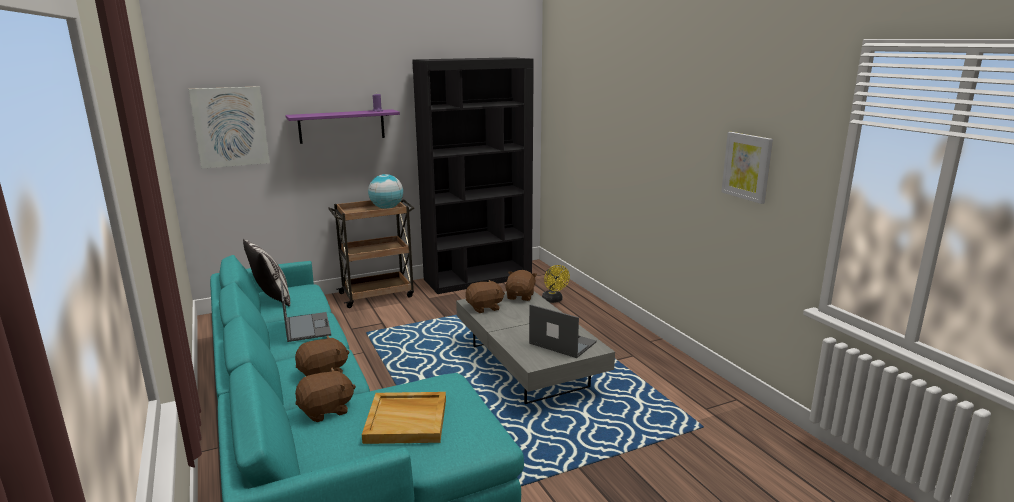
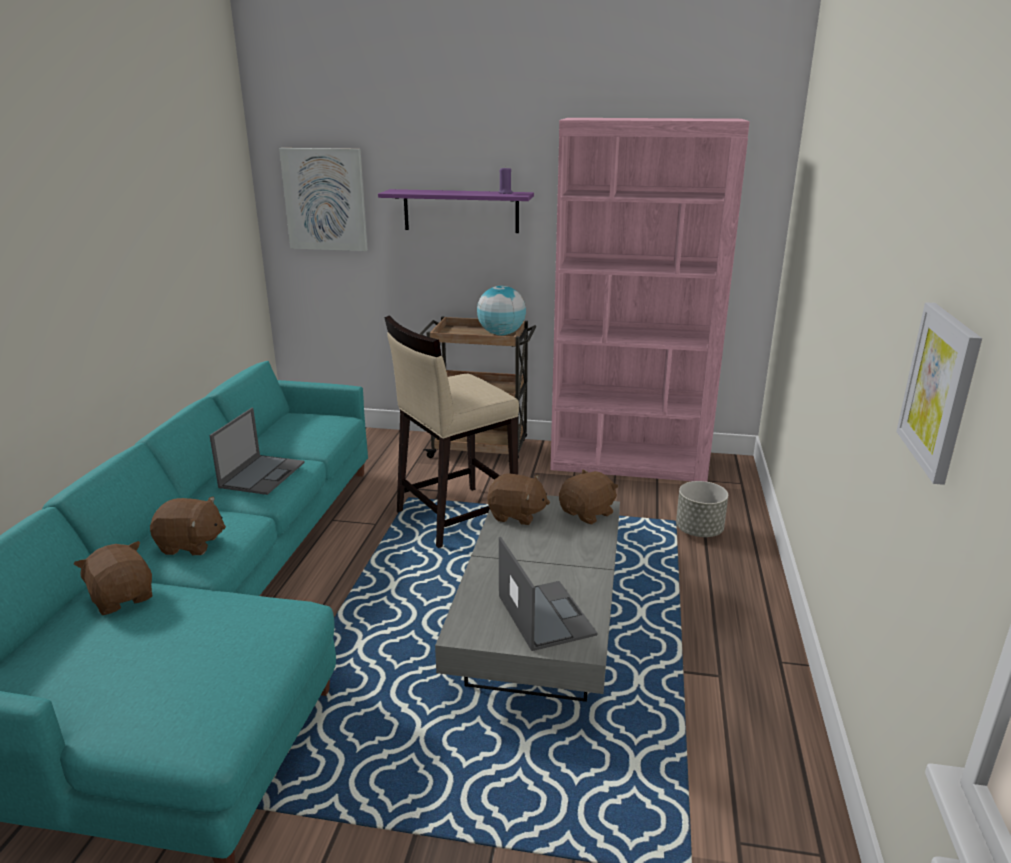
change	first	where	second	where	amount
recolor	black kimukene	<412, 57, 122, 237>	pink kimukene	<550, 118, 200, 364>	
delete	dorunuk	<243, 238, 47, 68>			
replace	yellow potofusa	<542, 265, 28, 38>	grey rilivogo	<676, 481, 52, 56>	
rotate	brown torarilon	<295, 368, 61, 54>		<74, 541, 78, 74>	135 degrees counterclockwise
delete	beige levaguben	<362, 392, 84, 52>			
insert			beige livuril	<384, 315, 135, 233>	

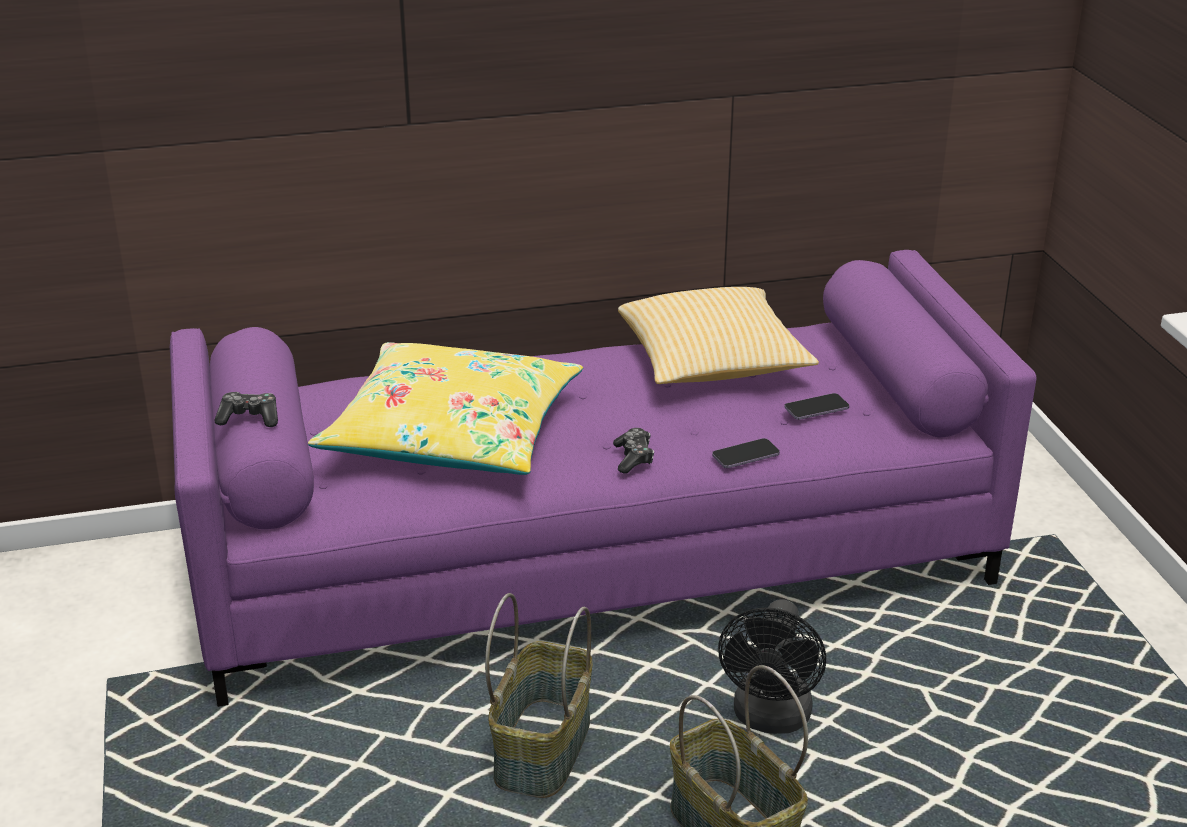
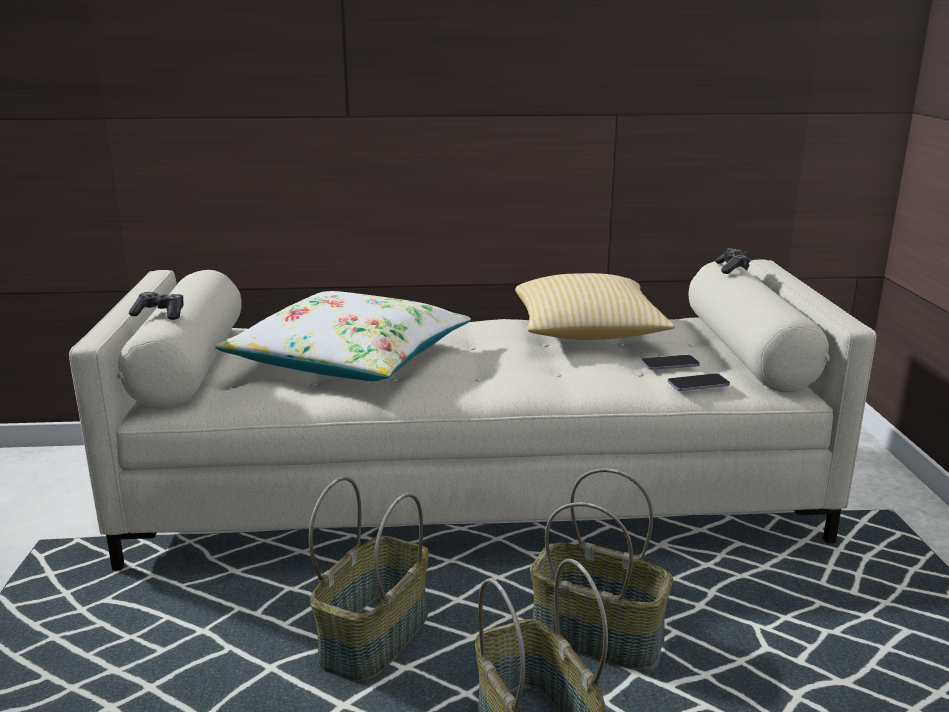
change	first	where	second	where	amount
recolor	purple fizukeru	<170, 250, 866, 457>	beige fizukeru	<69, 259, 808, 311>	
recolor	yellow dorunuk	<308, 342, 275, 133>	white dorunuk	<215, 291, 256, 90>	
move	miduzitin	<613, 428, 41, 46>		<715, 248, 36, 26>	
move	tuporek	<712, 438, 68, 30>		<668, 373, 62, 18>	
replace	black potofusa	<718, 599, 108, 135>	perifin	<530, 468, 143, 202>	

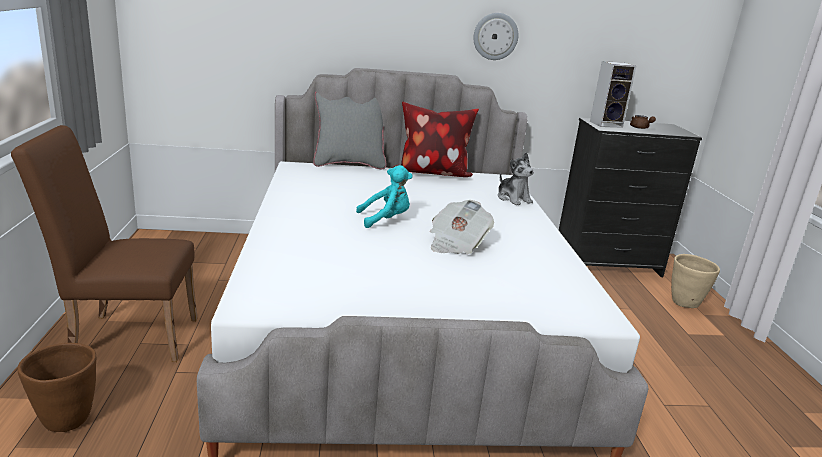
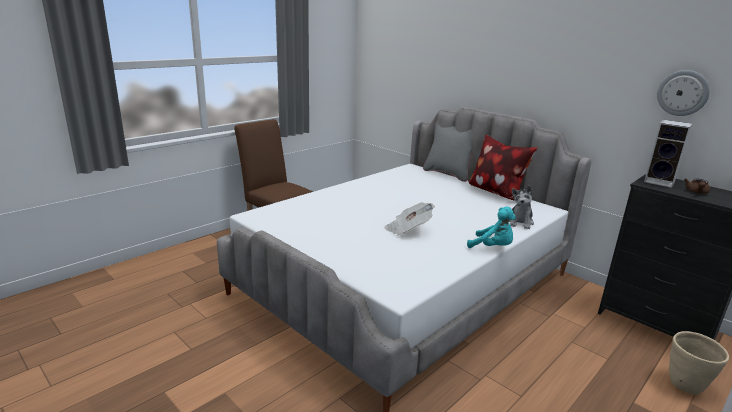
change	first	where	second	where	amount
move	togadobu	<473, 13, 45, 47>		<657, 70, 53, 46>	
move	turquoise torarilon	<356, 165, 56, 63>		<467, 207, 49, 41>	
delete	brown rilivogo	<18, 343, 78, 89>			

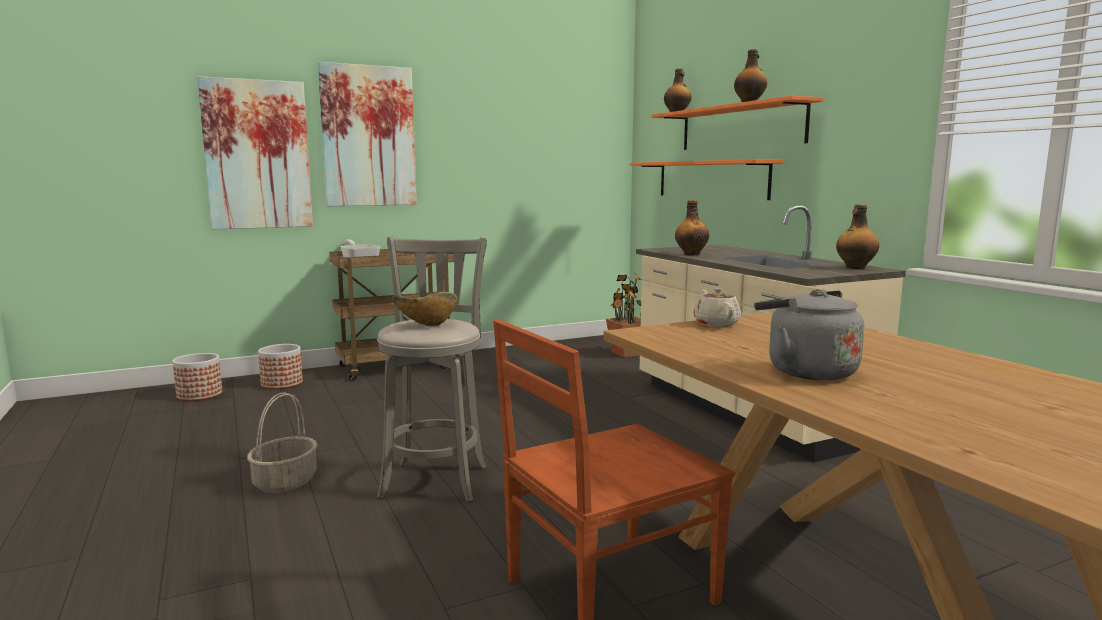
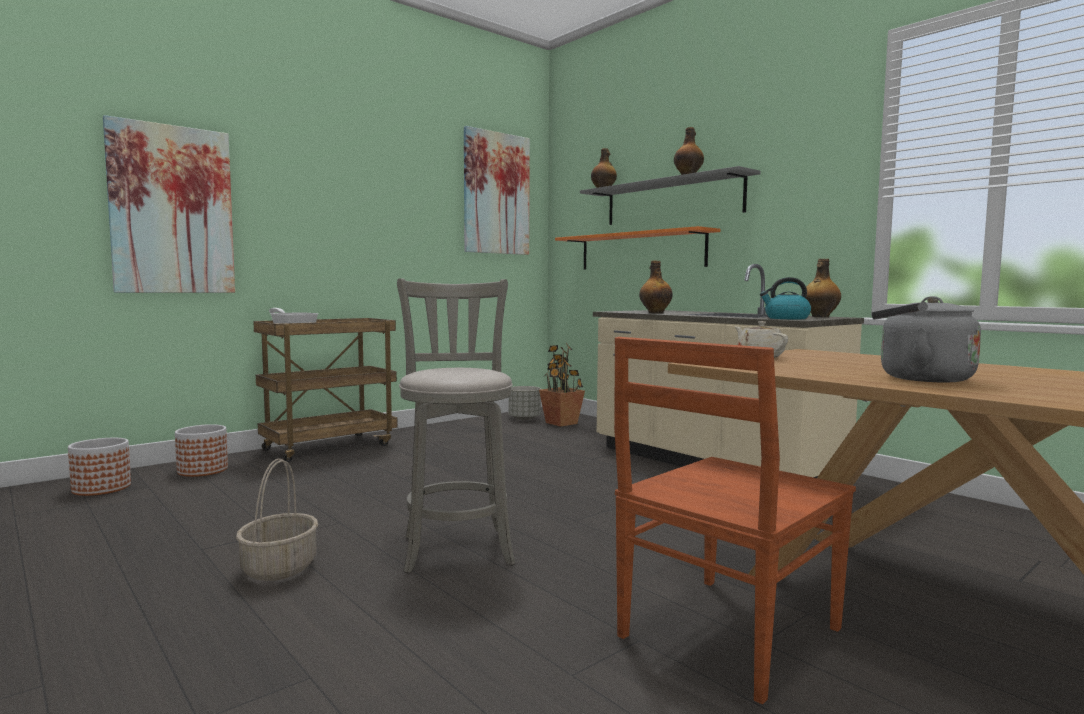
change	first	where	second	where	amount
move	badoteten	<318, 62, 99, 144>		<464, 126, 66, 129>	
recolor	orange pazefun	<651, 95, 172, 55>	grey pazefun	<580, 166, 181, 59>	
delete	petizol	<392, 292, 65, 34>			
insert			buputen	<760, 277, 51, 42>	
insert			grey rilivogo	<508, 386, 33, 34>	

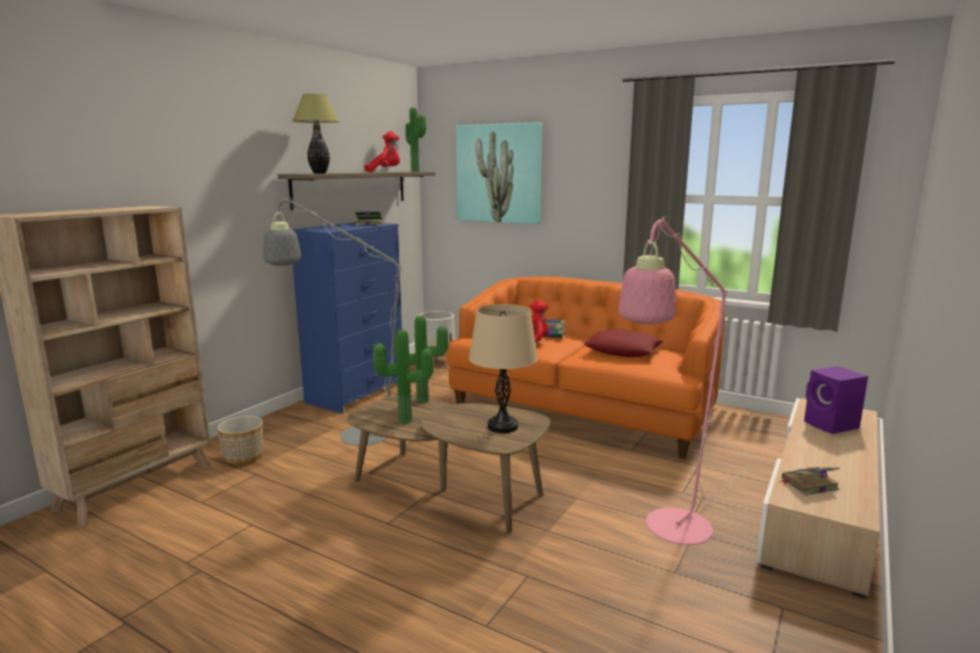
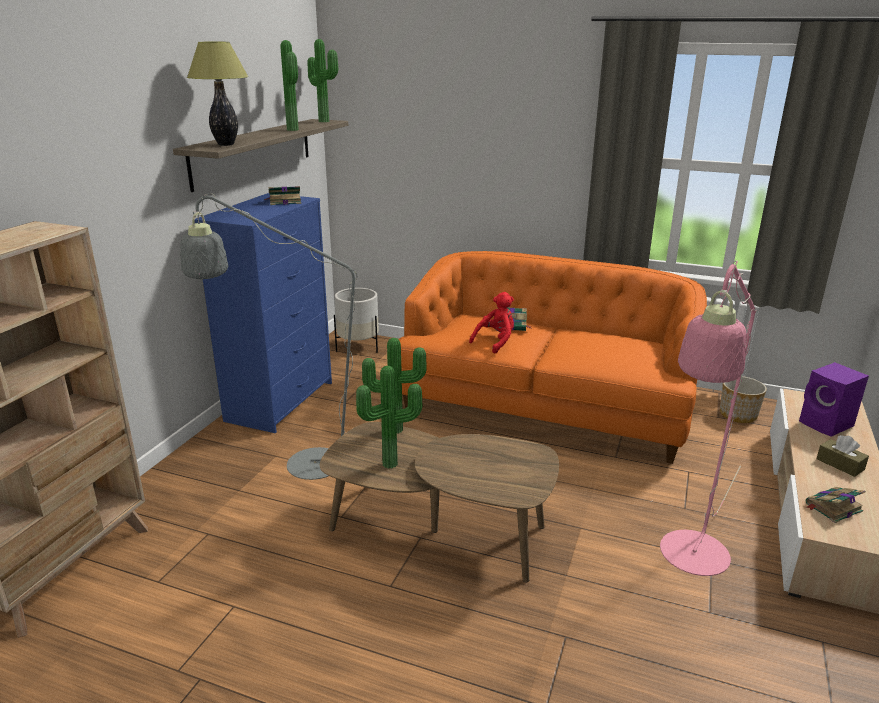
change	first	where	second	where	amount
delete	badoteten	<456, 122, 86, 102>			
replace	red torarilon	<364, 131, 36, 42>	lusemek	<280, 40, 19, 91>	
delete	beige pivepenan	<469, 304, 69, 129>			
delete	red dorunuk	<584, 329, 80, 28>			
move	rilivogo	<217, 416, 46, 49>		<720, 376, 47, 47>	
insert			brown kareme	<816, 435, 53, 42>	

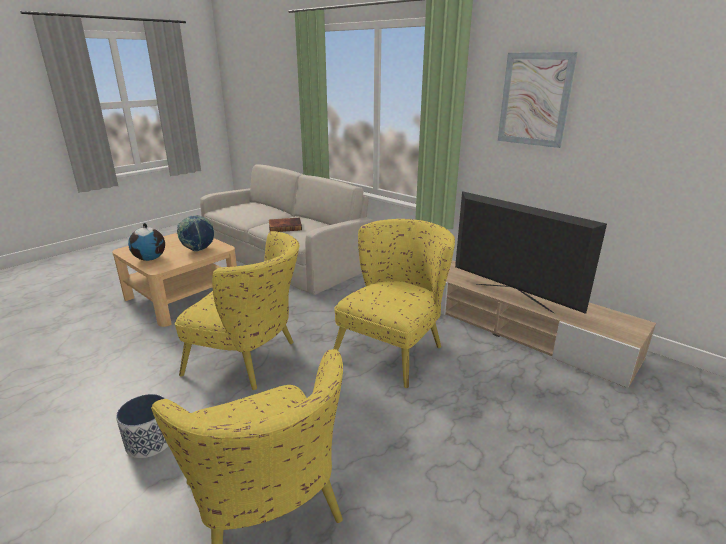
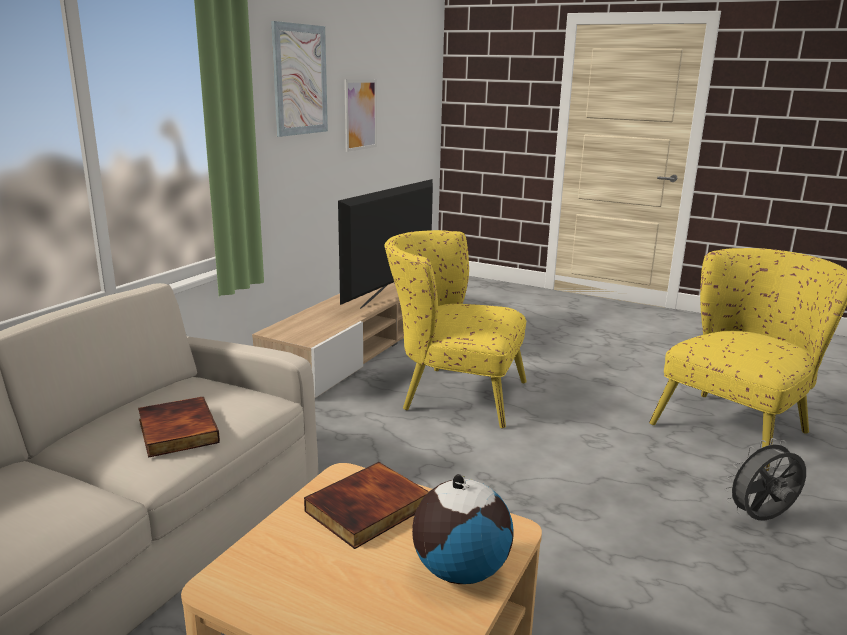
change	first	where	second	where	amount
replace	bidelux	<177, 215, 37, 36>	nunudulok	<304, 462, 125, 87>	
delete	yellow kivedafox	<175, 231, 124, 159>			
replace	rilivogo	<116, 394, 52, 64>	grey potofusa	<725, 438, 81, 83>	
insert			badoteten	<344, 79, 33, 73>	

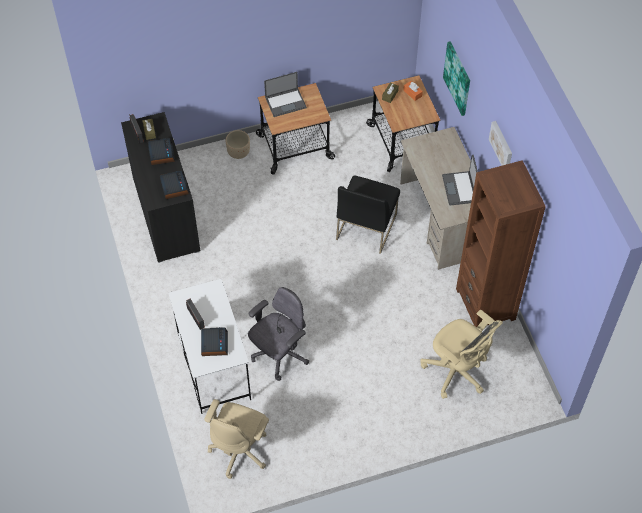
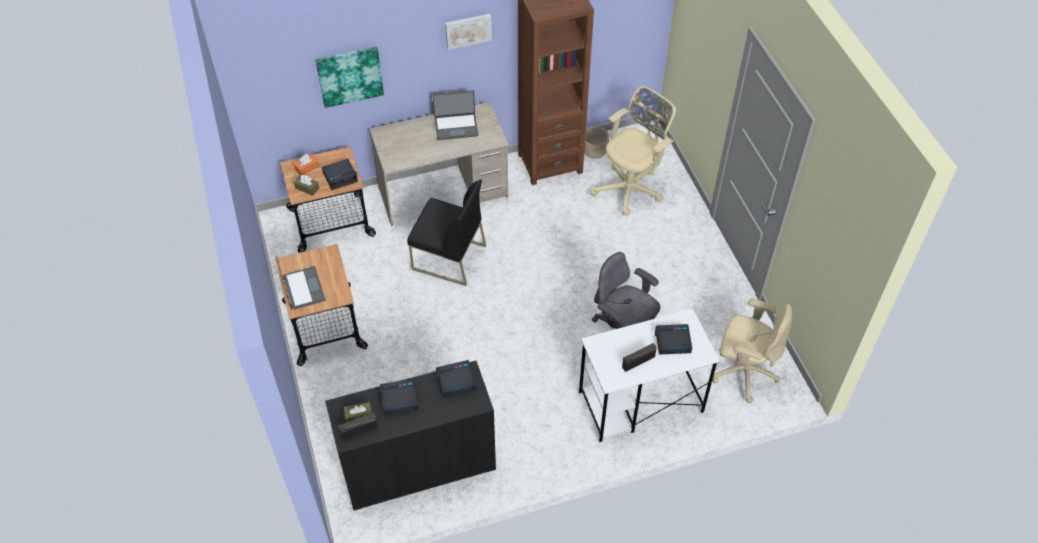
change	first	where	second	where	amount
move	beige rilivogo	<226, 130, 24, 29>		<584, 127, 25, 32>	
insert			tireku	<322, 159, 36, 31>	

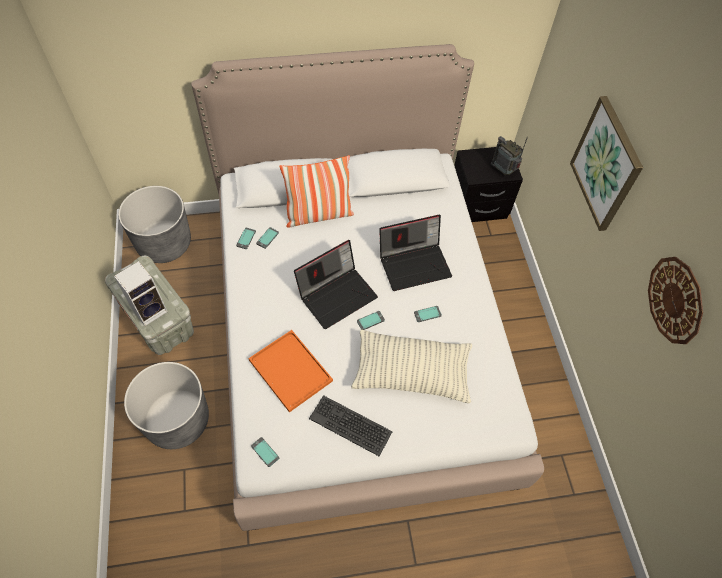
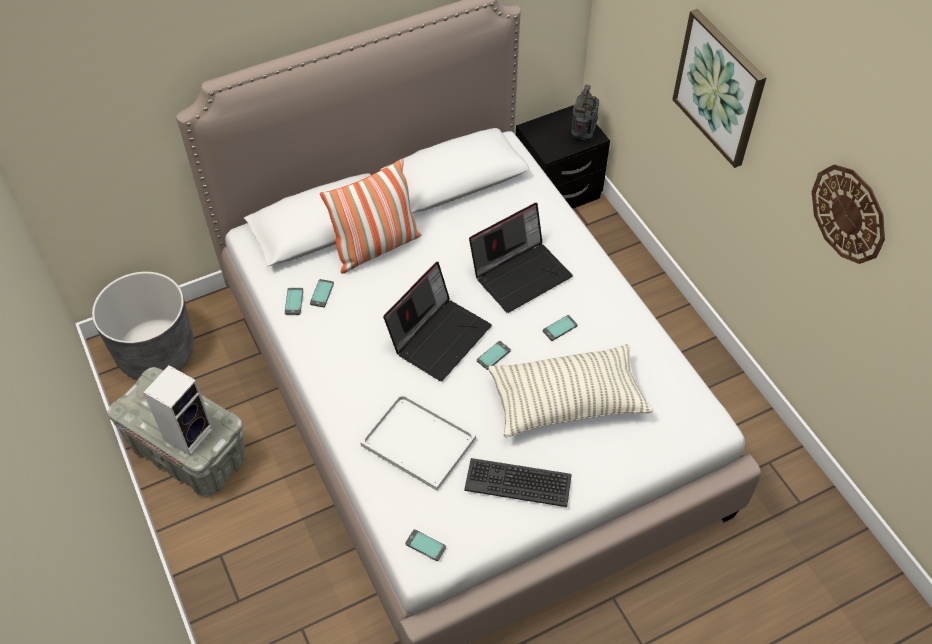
change	first	where	second	where	amount
rotate	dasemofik	<491, 136, 37, 39>		<571, 85, 28, 57>	75 degrees clockwise
recolor	orange levaguben	<248, 330, 85, 82>	white levaguben	<360, 393, 116, 98>	
delete	grey rilivogo	<124, 362, 85, 87>			

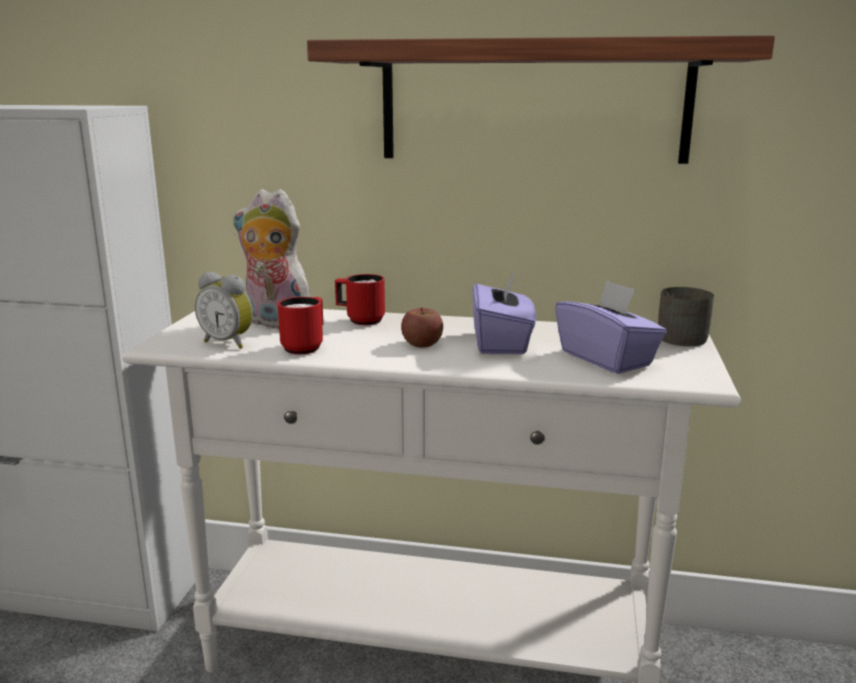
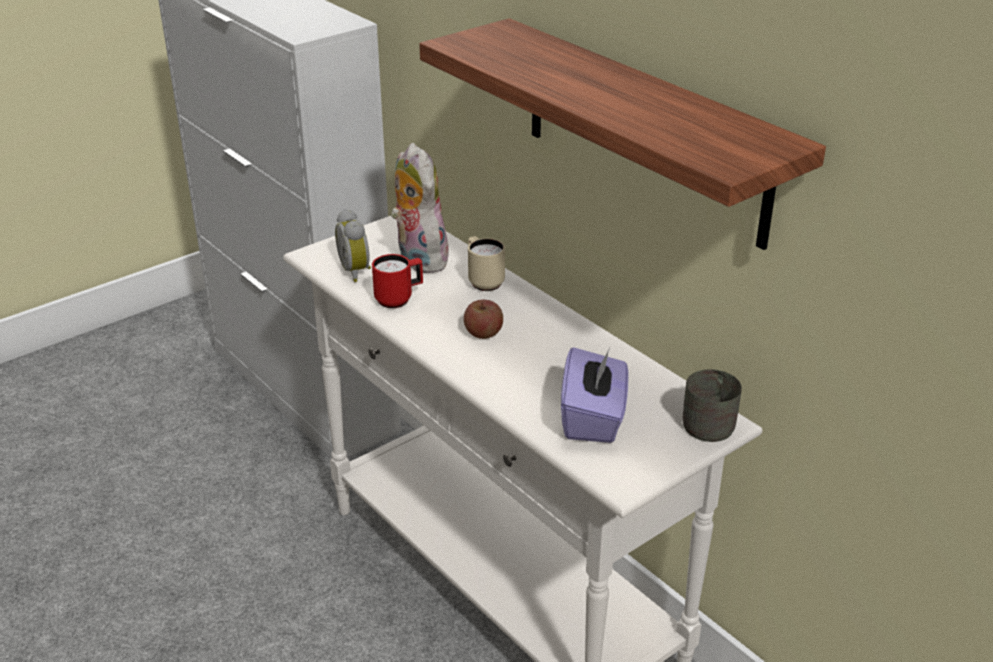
change	first	where	second	where	amount
delete	purple kareme	<472, 270, 64, 84>			
recolor	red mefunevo	<335, 274, 50, 51>	beige mefunevo	<468, 236, 37, 55>	

